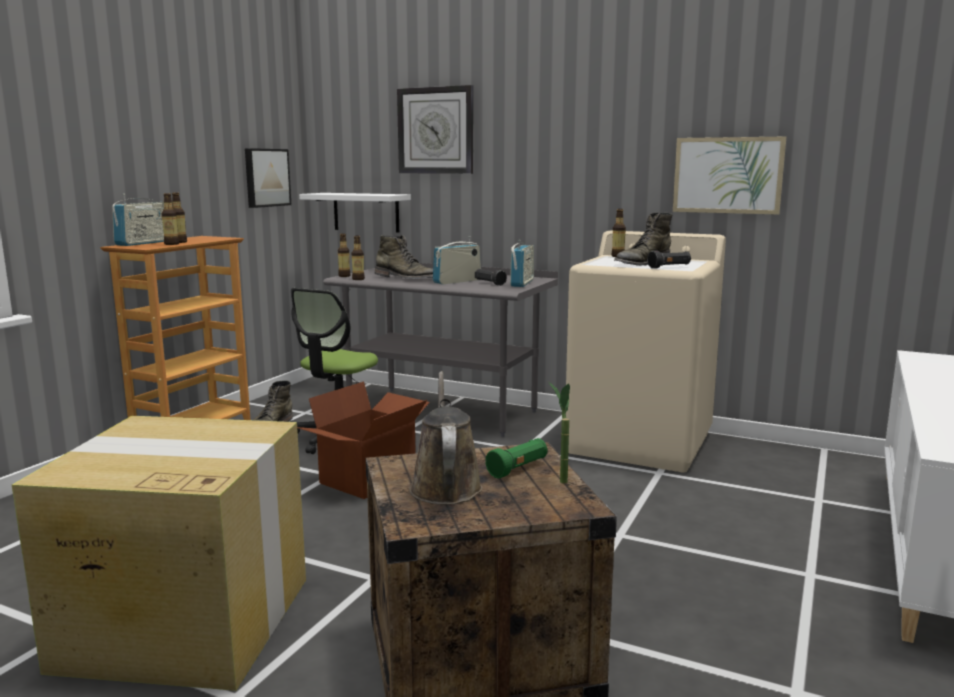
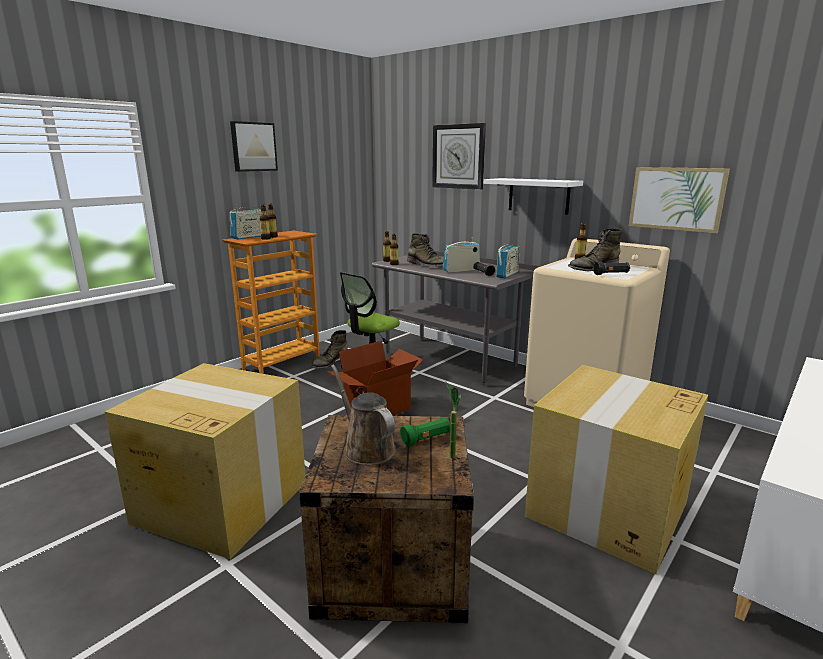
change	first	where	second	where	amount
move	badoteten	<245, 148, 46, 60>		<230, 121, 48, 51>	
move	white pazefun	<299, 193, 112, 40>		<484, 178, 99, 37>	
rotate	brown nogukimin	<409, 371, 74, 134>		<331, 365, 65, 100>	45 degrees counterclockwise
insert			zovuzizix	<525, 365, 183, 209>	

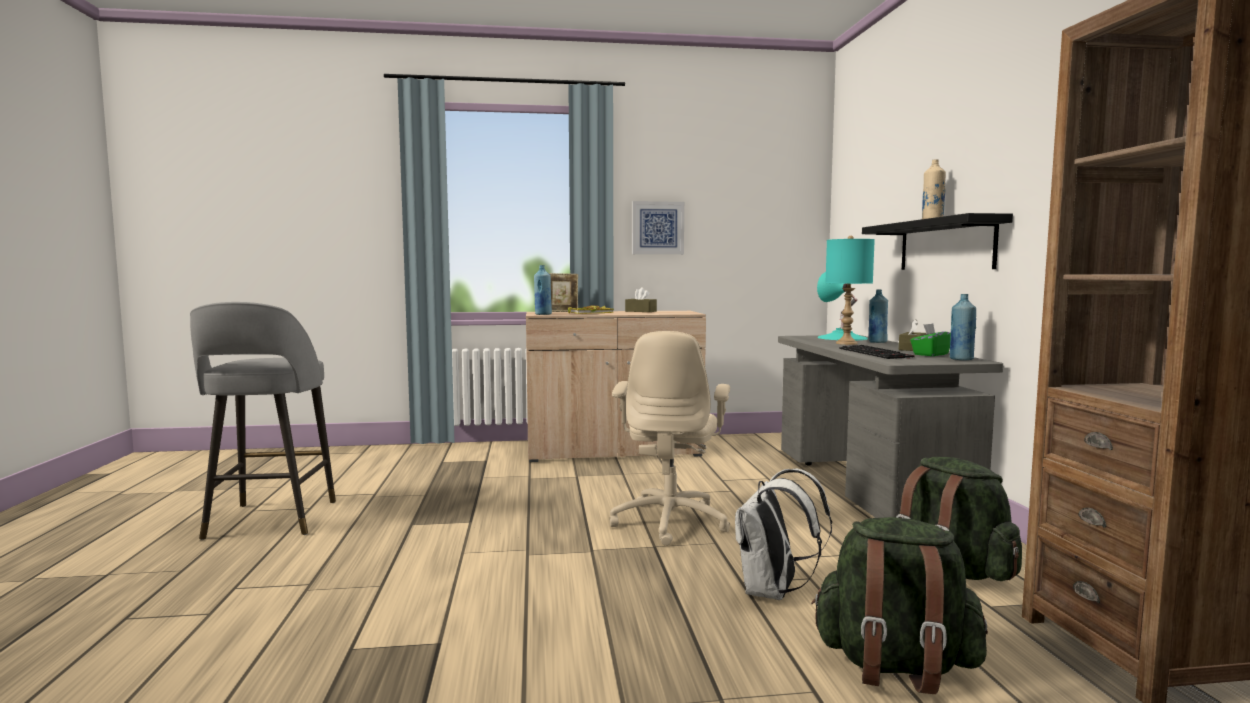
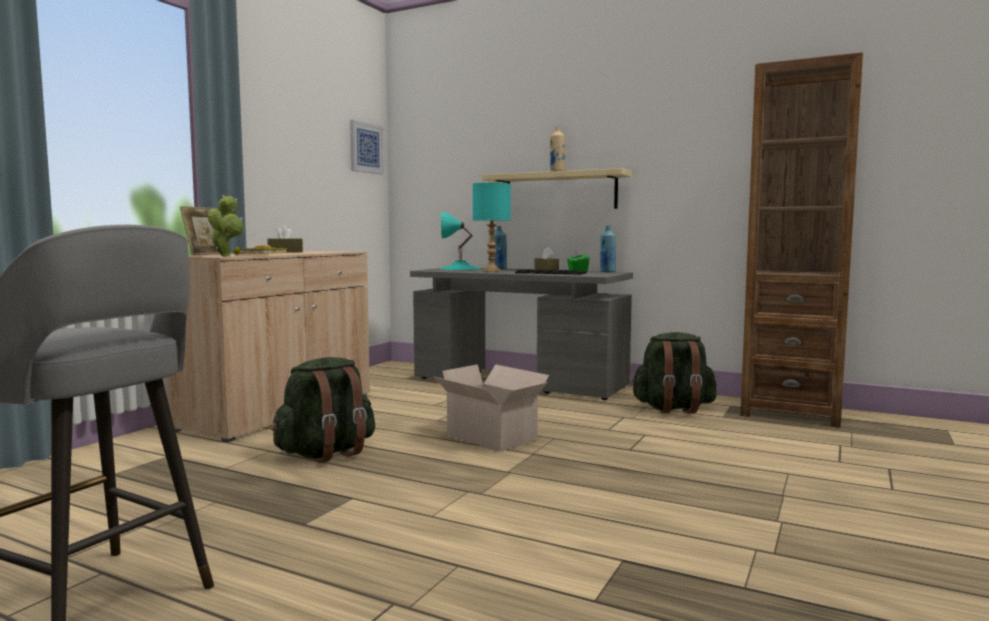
change	first	where	second	where	amount
move	badoteten	<632, 201, 52, 53>		<350, 120, 34, 54>	
recolor	black pazefun	<862, 213, 151, 57>	beige pazefun	<482, 168, 150, 41>	
replace	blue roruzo	<534, 265, 18, 50>	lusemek	<208, 195, 36, 62>	
replace	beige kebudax	<610, 331, 120, 215>	zovuzizix	<433, 364, 116, 88>	
delete	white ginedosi	<735, 469, 97, 131>			
move	green ginedosi	<811, 517, 177, 177>		<272, 357, 103, 106>	

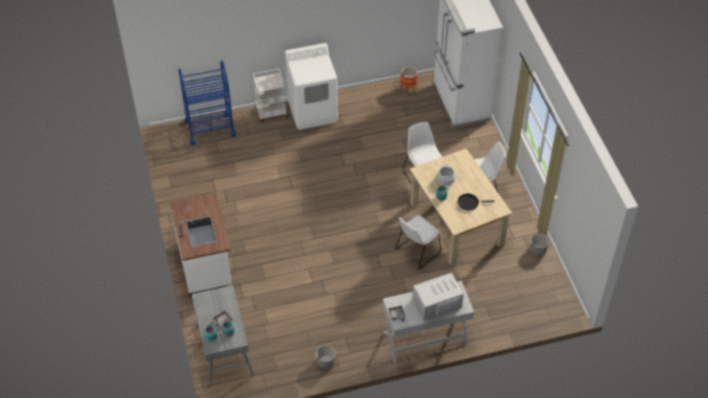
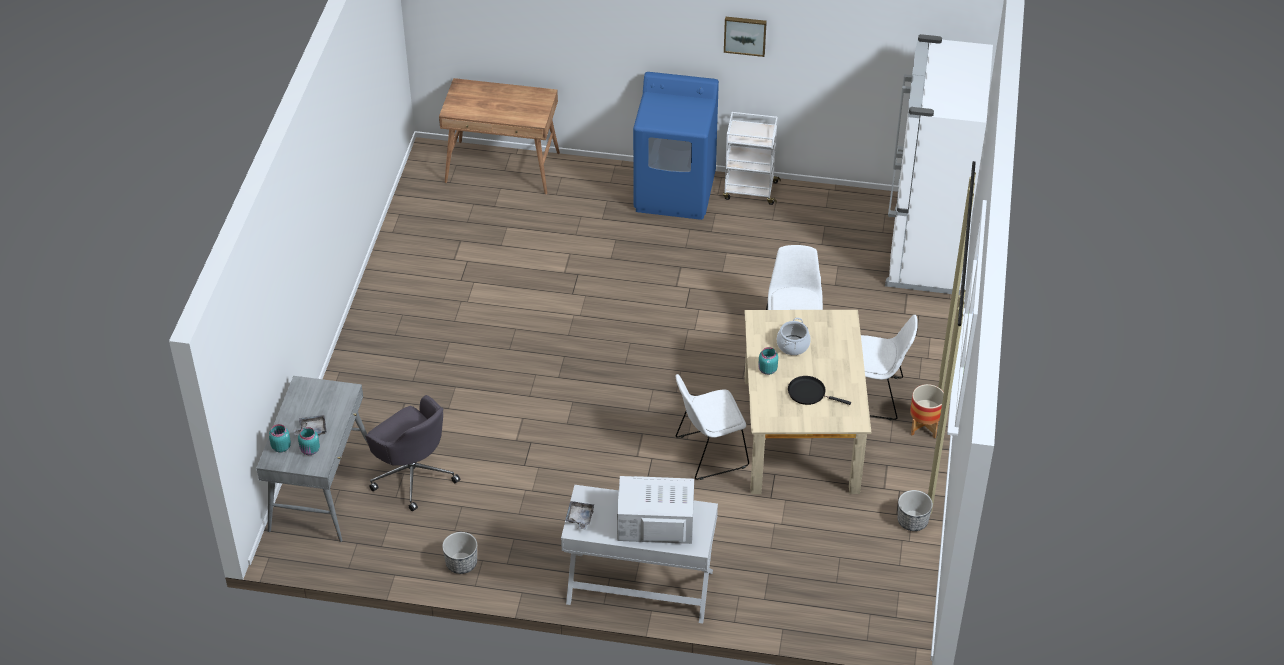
change	first	where	second	where	amount
recolor	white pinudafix	<285, 43, 53, 87>	blue pinudafix	<633, 72, 86, 148>	
replace	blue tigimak	<178, 61, 58, 84>	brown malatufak	<439, 78, 121, 117>	
move	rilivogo	<401, 66, 17, 29>		<910, 384, 34, 55>	
move	white tigimak	<253, 69, 37, 53>		<723, 112, 58, 93>	
delete	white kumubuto	<170, 193, 62, 104>			
insert			badoteten	<724, 17, 43, 40>	
insert			grey kebudax	<365, 395, 95, 116>	

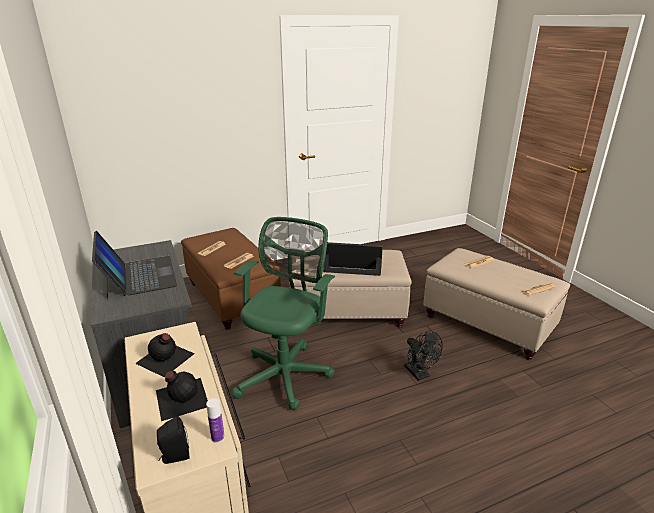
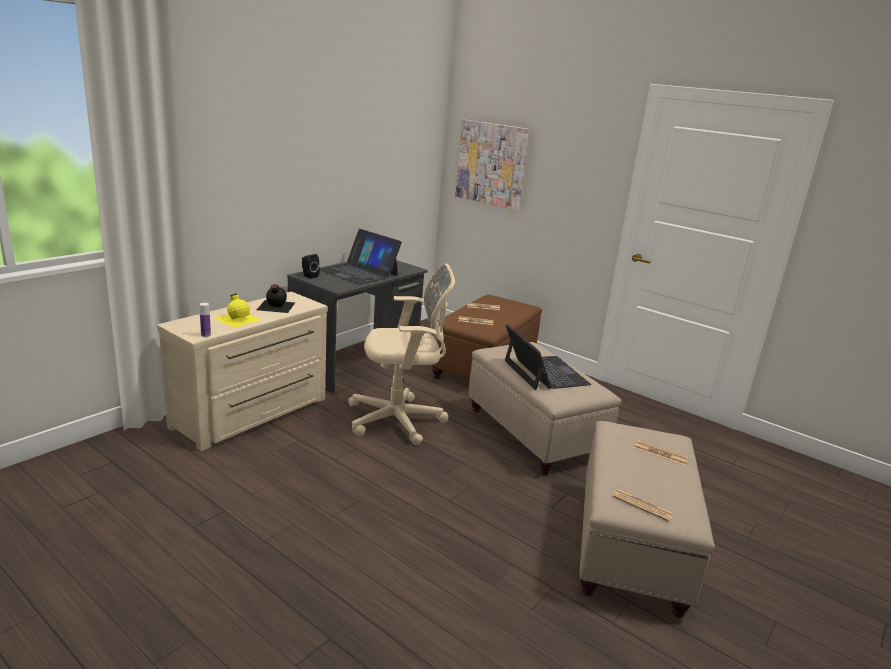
change	first	where	second	where	amount
recolor	green kebudax	<232, 217, 103, 193>	beige kebudax	<348, 264, 107, 182>	
rotate	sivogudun	<92, 231, 85, 68>		<320, 229, 82, 56>	90 degrees clockwise
delete	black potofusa	<404, 331, 39, 50>			
recolor	black roruzo	<156, 371, 52, 50>	yellow roruzo	<214, 293, 48, 35>	
move	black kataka	<157, 416, 33, 48>		<302, 254, 18, 25>	
insert			badoteten	<455, 119, 74, 91>	

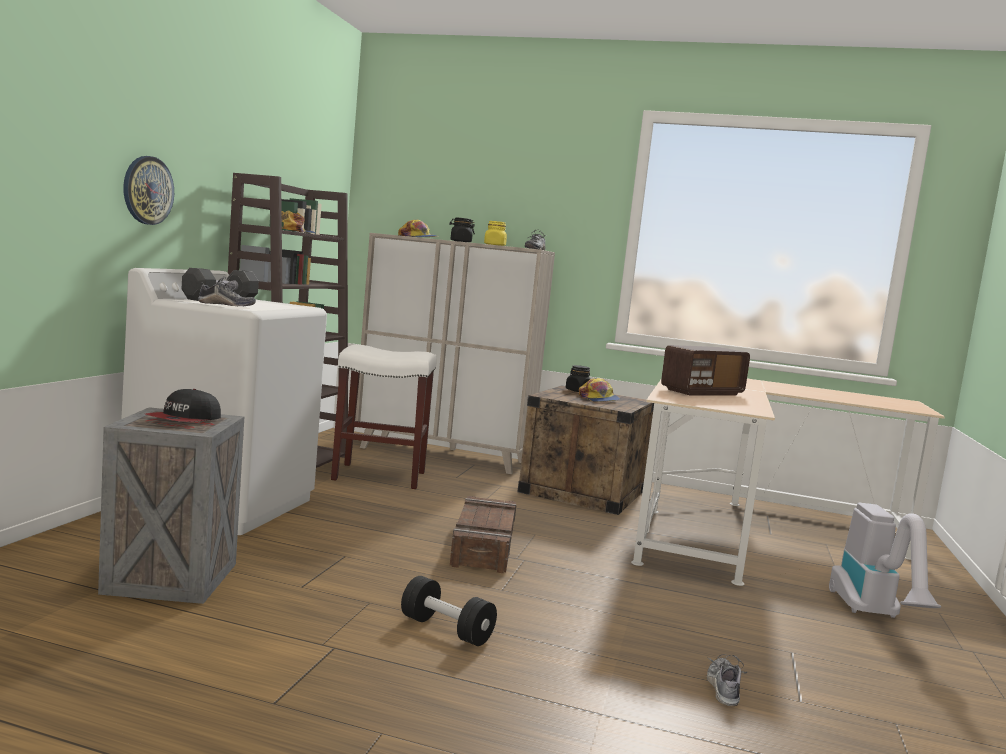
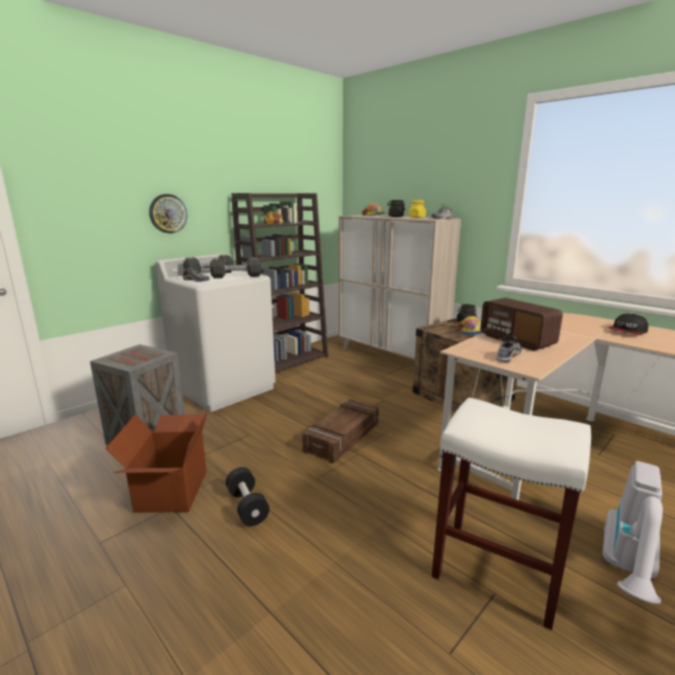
change	first	where	second	where	amount
move	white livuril	<331, 344, 106, 145>		<432, 398, 159, 232>	
rotate	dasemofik	<661, 345, 89, 51>		<480, 298, 83, 53>	60 degrees clockwise
move	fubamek	<146, 389, 75, 33>		<608, 314, 40, 20>	
move	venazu	<707, 654, 40, 52>		<497, 335, 25, 27>	
insert			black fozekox	<210, 257, 51, 21>	
insert			zovuzizix	<105, 411, 103, 102>	

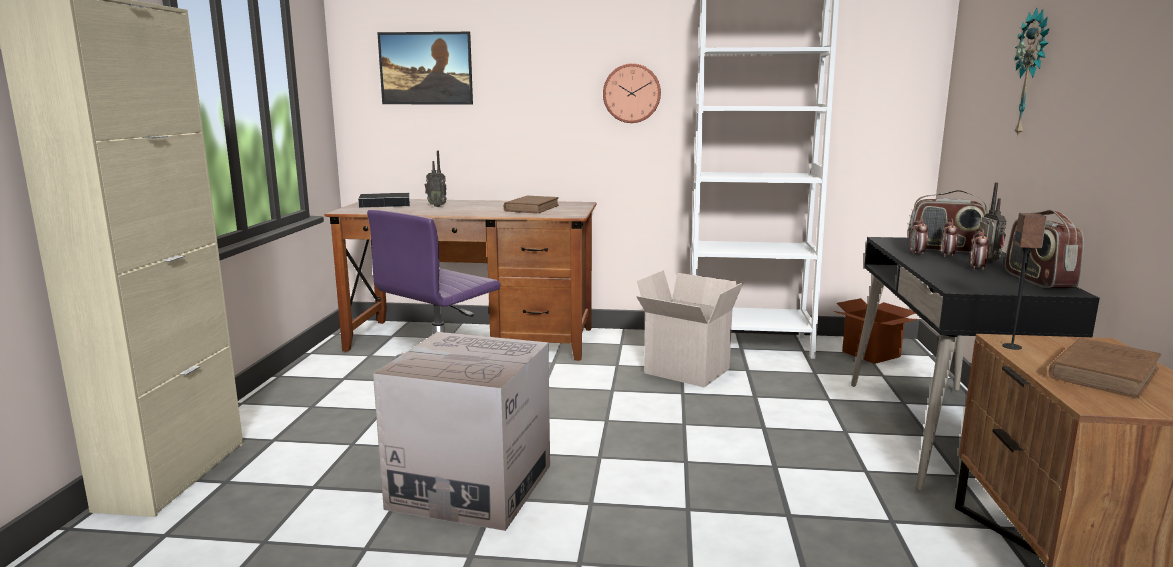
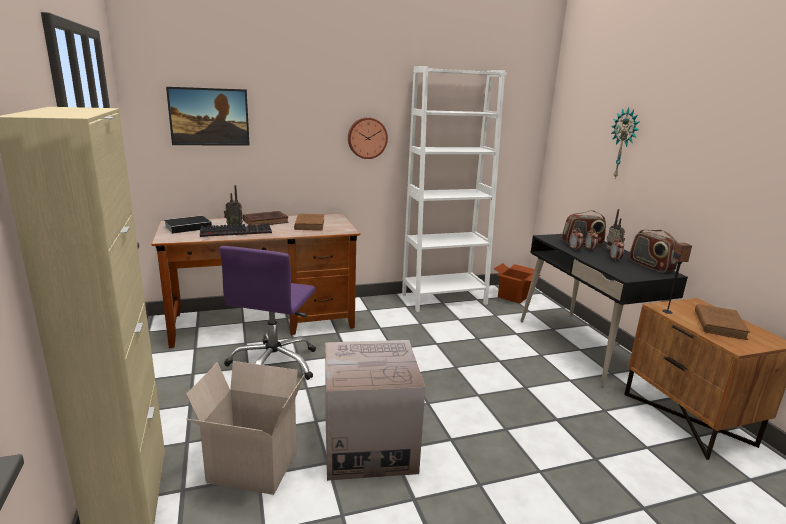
change	first	where	second	where	amount
move	zovuzizix	<636, 270, 108, 118>		<186, 361, 119, 134>	
insert			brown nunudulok	<243, 211, 46, 15>	
insert			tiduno	<200, 223, 72, 14>	

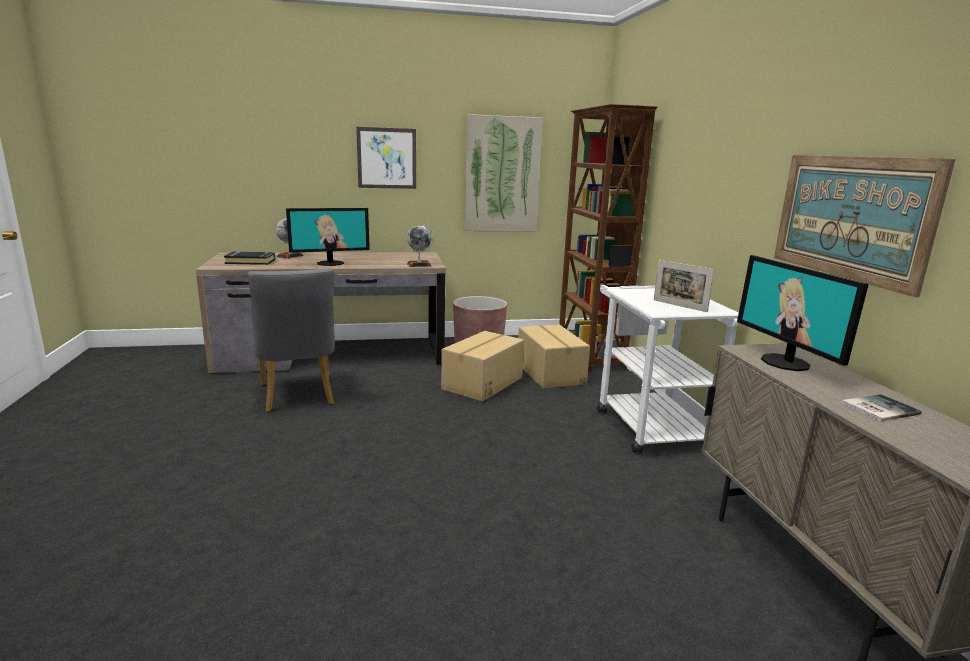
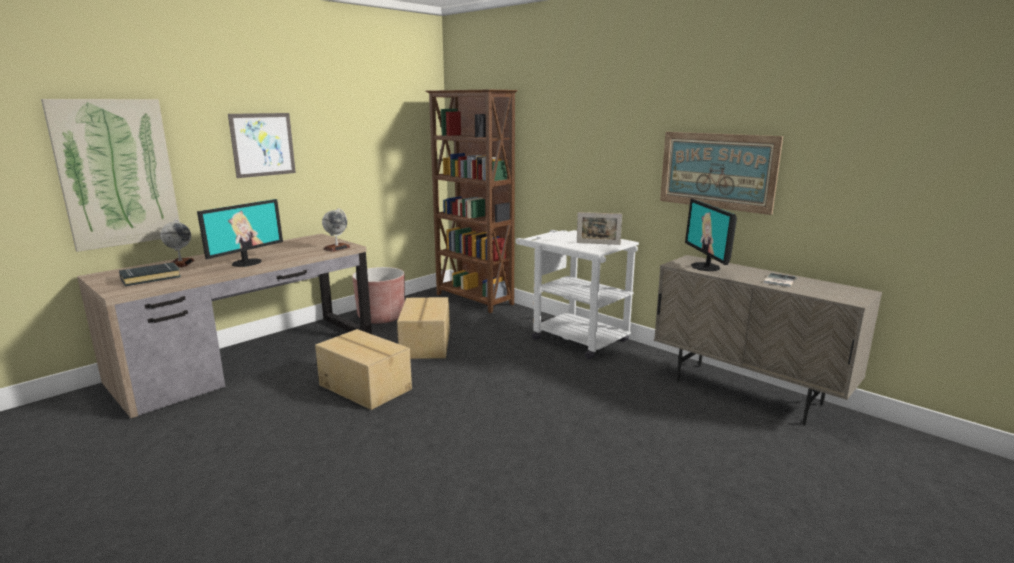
change	first	where	second	where	amount
move	badoteten	<465, 114, 78, 117>		<41, 99, 139, 153>	
rotate	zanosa	<737, 255, 132, 116>		<685, 199, 52, 72>	45 degrees clockwise
delete	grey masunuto	<247, 268, 88, 144>			
move	zovuzizix	<518, 324, 72, 65>		<315, 329, 97, 81>	

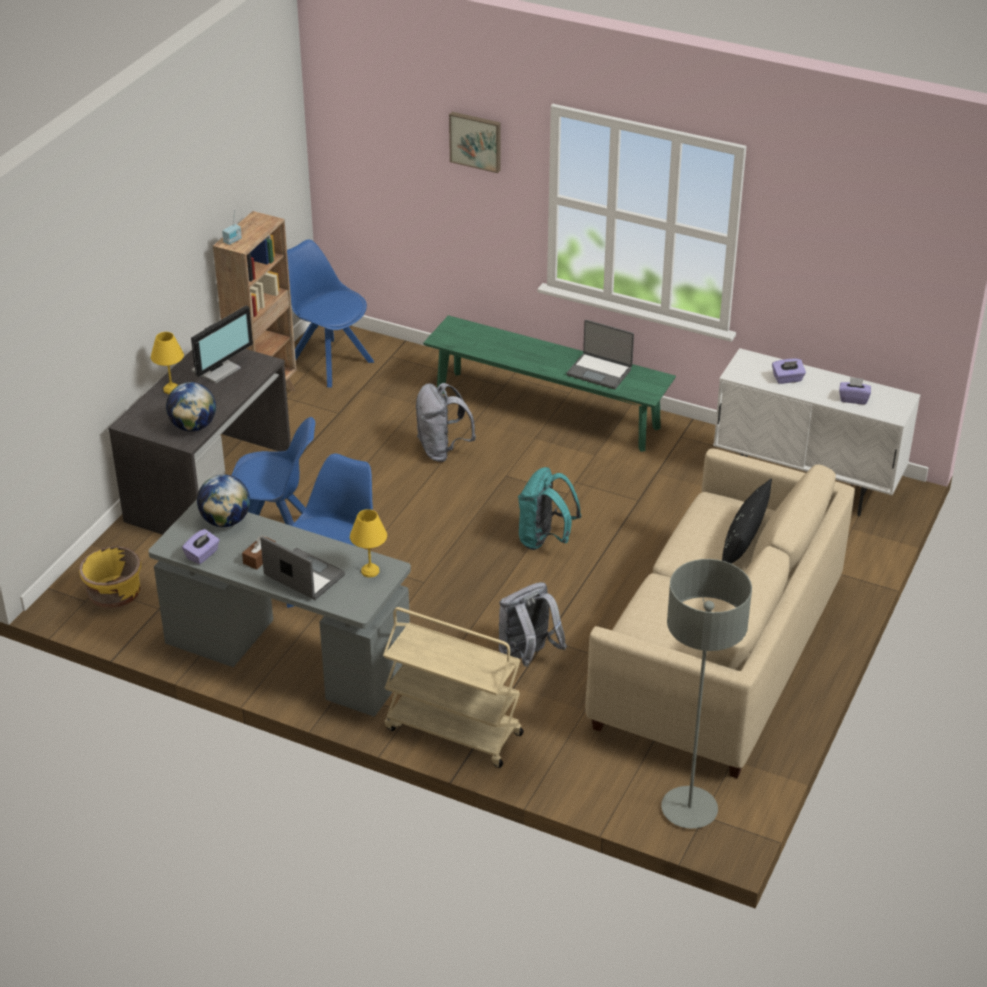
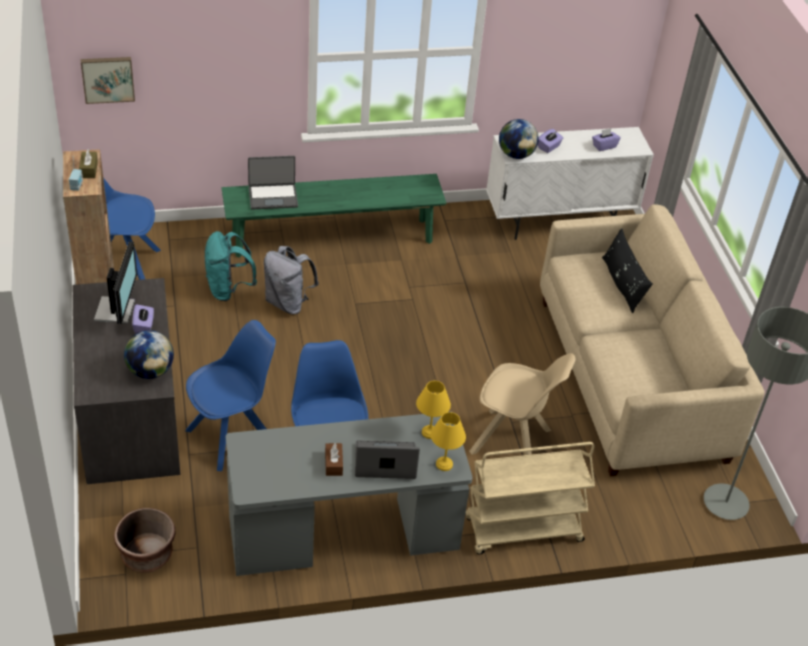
change	first	where	second	where	amount
move	badoteten	<449, 112, 52, 61>		<81, 57, 54, 47>	
move	sivogudun	<567, 320, 67, 69>		<248, 156, 50, 54>	
move	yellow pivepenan	<151, 332, 33, 62>		<431, 412, 35, 59>	
move	turquoise ginedosi	<518, 467, 63, 83>		<205, 231, 52, 70>	
move	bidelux	<197, 474, 53, 53>		<499, 119, 40, 40>	
move	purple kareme	<182, 529, 38, 35>		<132, 304, 22, 29>	
recolor	yellow rilivogo	<79, 546, 62, 63>	brown rilivogo	<114, 508, 61, 65>	
replace	grey ginedosi	<499, 582, 68, 85>	beige masunuto	<469, 353, 107, 102>	
insert			brown kareme	<79, 149, 19, 29>	

